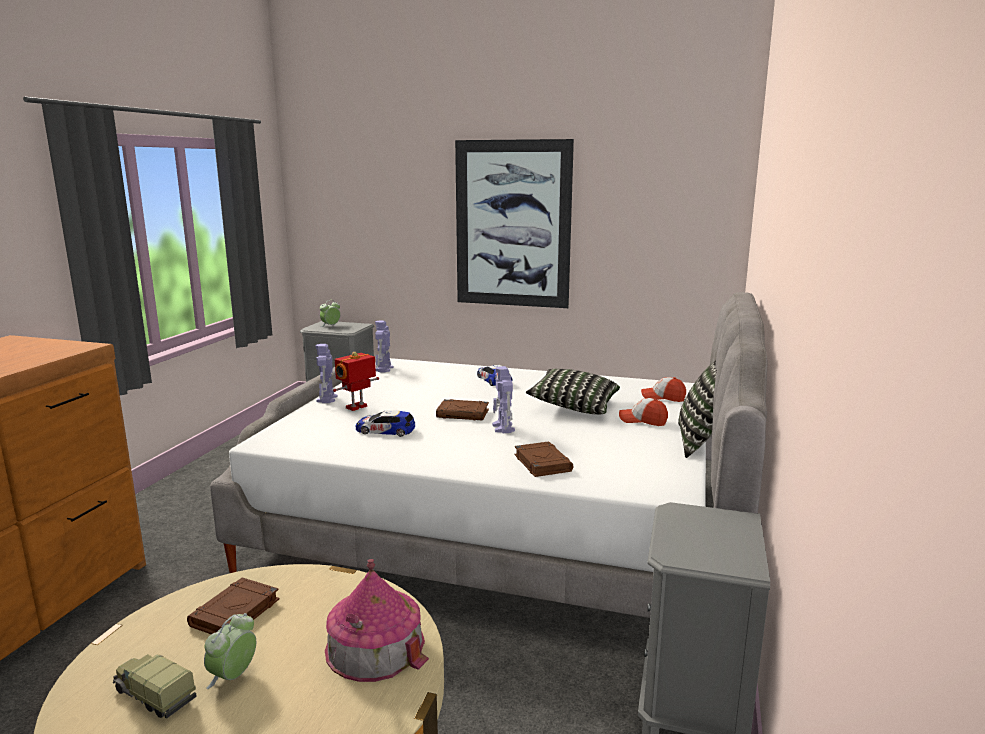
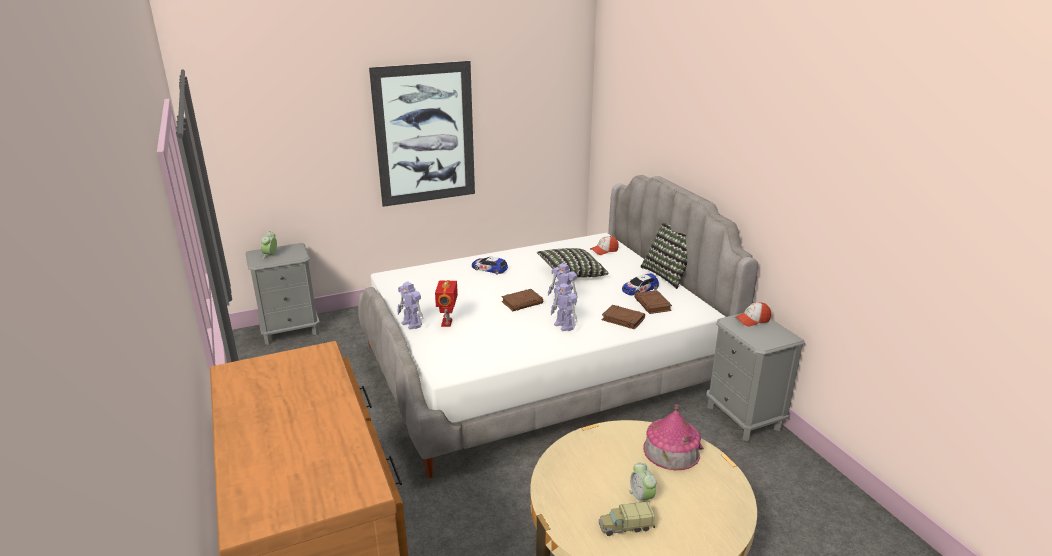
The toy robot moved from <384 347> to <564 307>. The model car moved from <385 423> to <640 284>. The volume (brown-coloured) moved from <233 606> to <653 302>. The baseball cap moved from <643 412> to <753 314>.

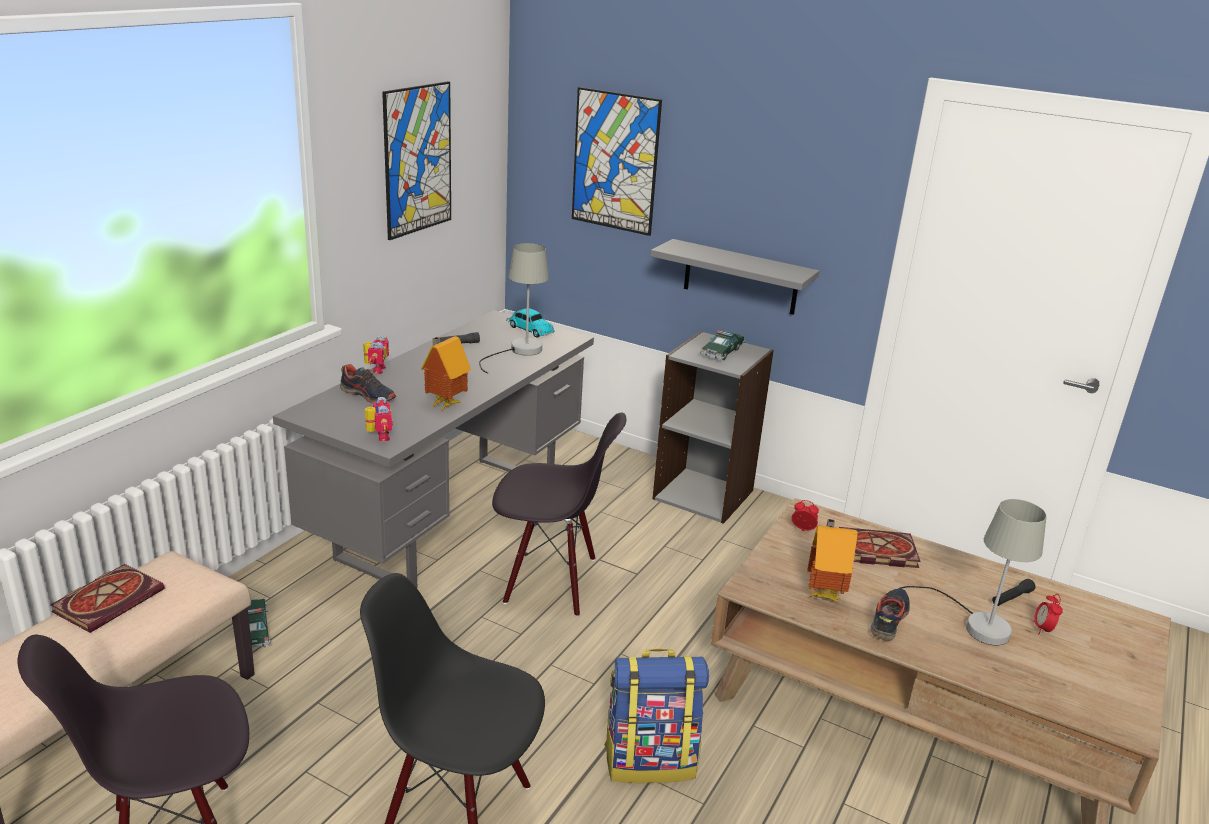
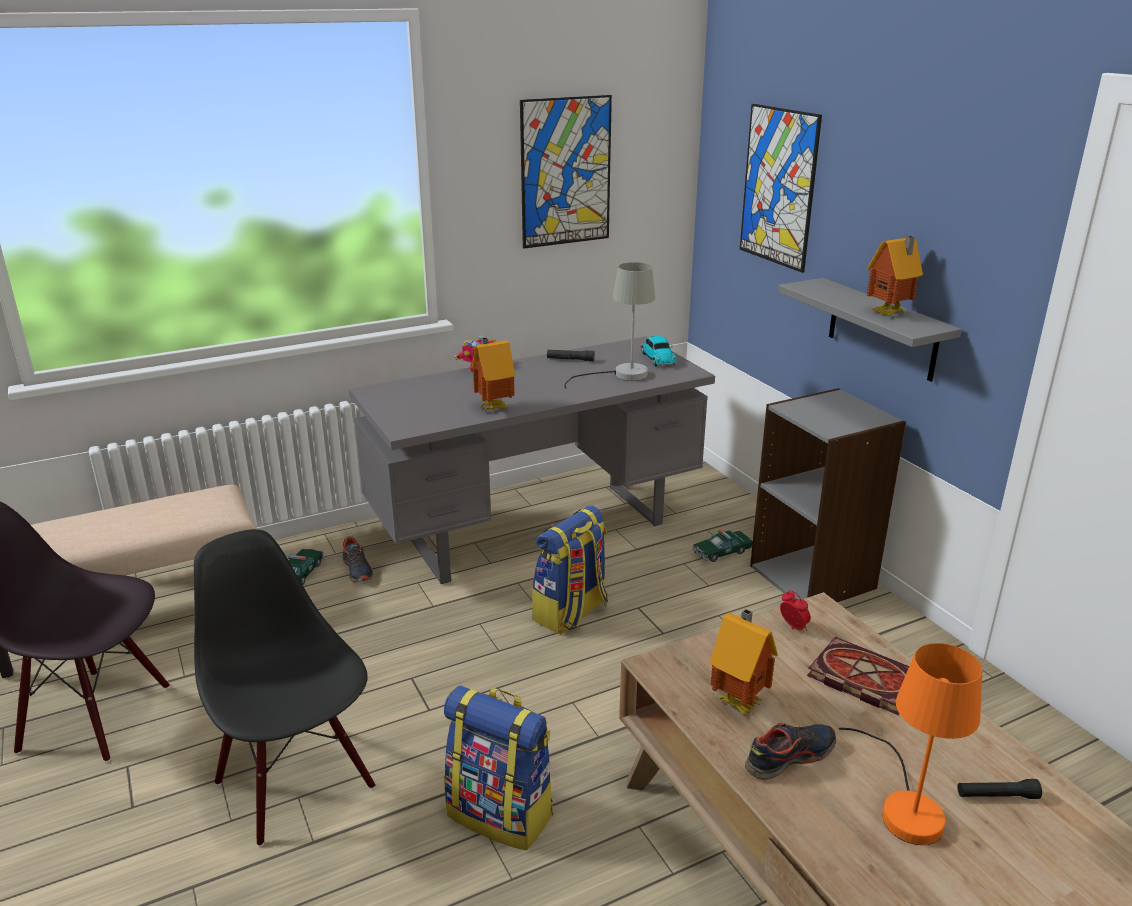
The low shoe moved from <368 384> to <358 560>. The plain chair (black) at <559 515> was replaced by the knapsack at <570 570>. The model car moved from <722 345> to <722 546>. The lamp for a table (gray) at <972 572> became the lamp for a table (orange) at <910 744>. The toy house at <895 276> appeared. The volume at <107 598> disappeared. The toy robot at <379 419> disappeared. The bedside clock at <1048 614> disappeared.

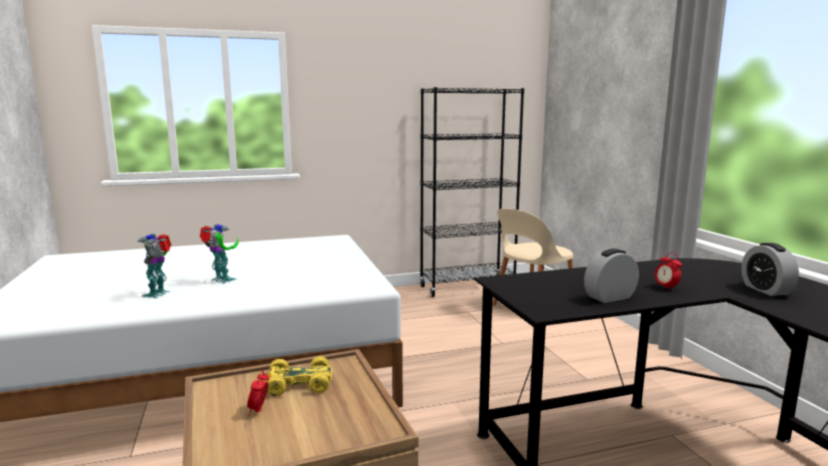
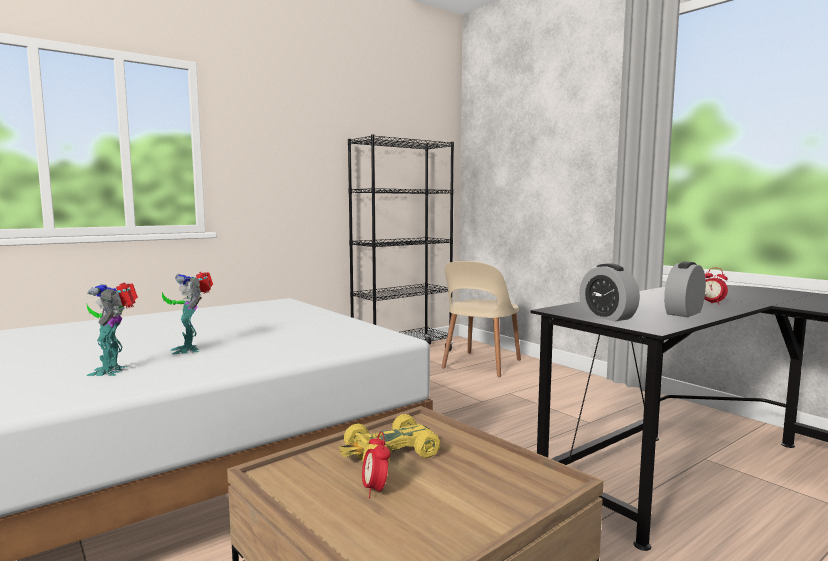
The toy robot at <219 254> turned 135 degrees counterclockwise. The bedside clock moved from <770 269> to <609 292>.

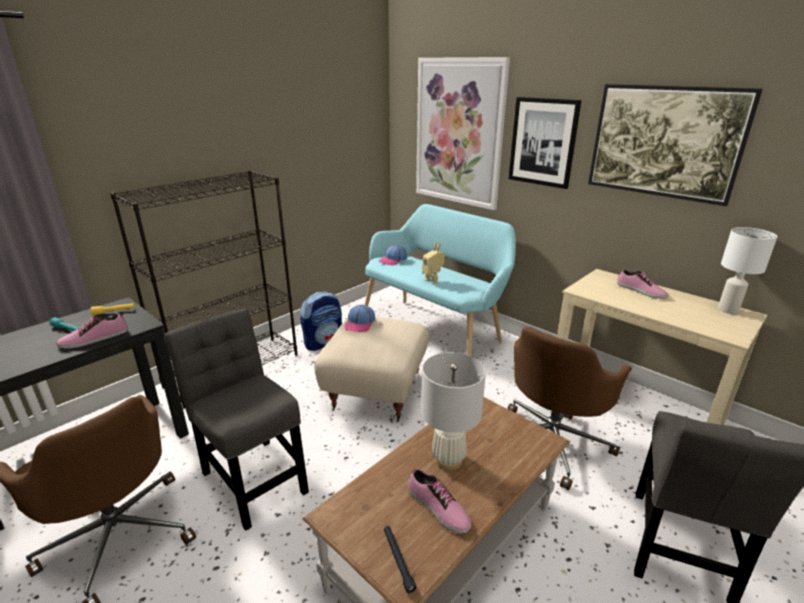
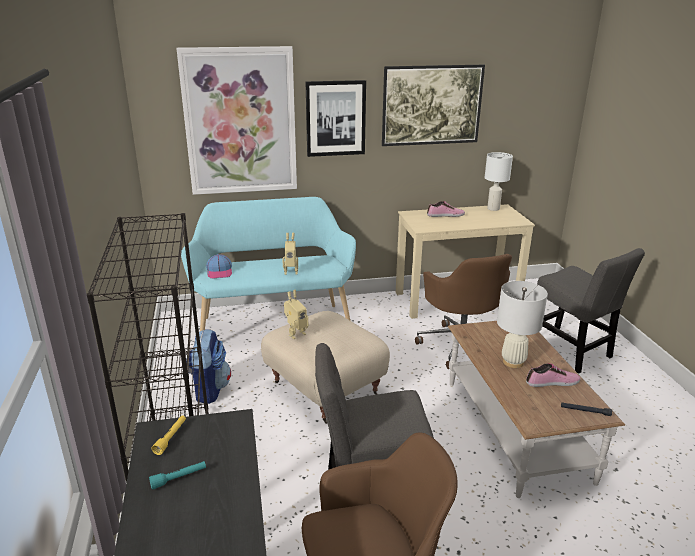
The baseball cap at <359 318> was replaced by the toy robot at <296 314>. The low shoe at <92 331> disappeared.

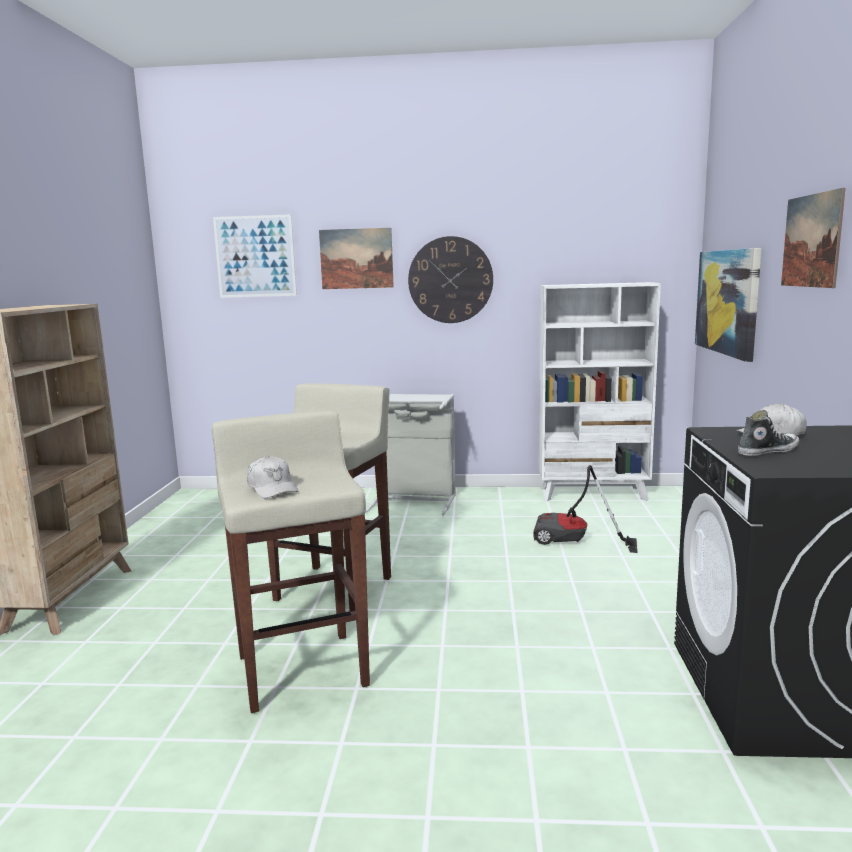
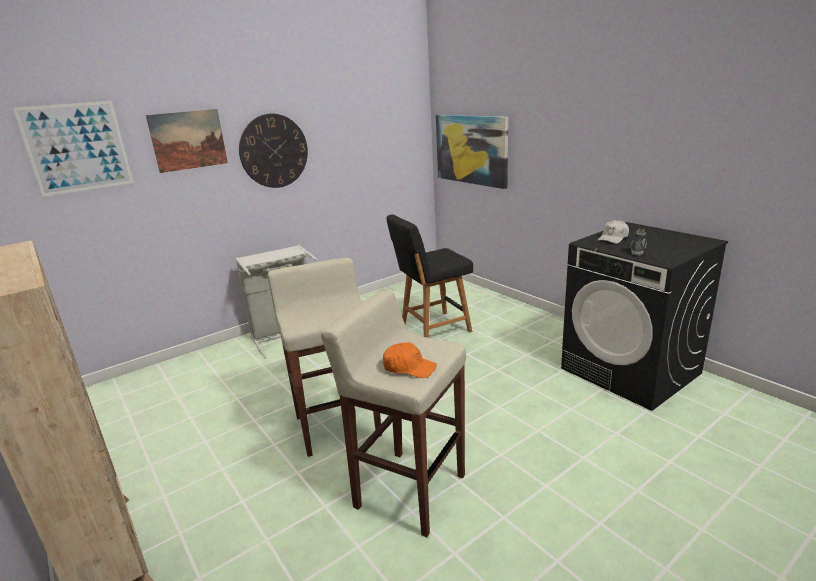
The baseball cap (white) at <272 477> became the baseball cap (orange) at <410 360>. The vacuum cleaner at <586 509> was replaced by the plain chair (black) at <429 276>. The shelving unit (white) at <599 391> disappeared. The wall picture at <813 238> disappeared.

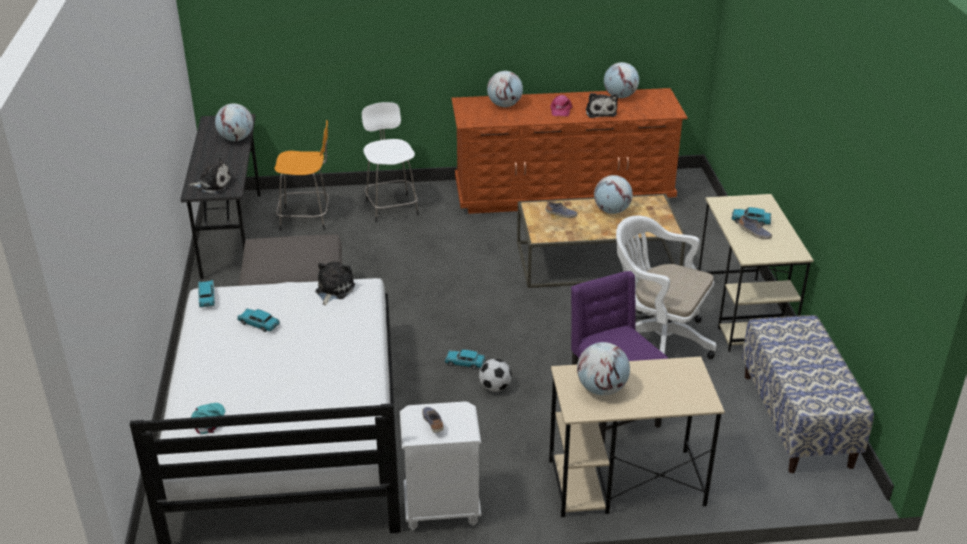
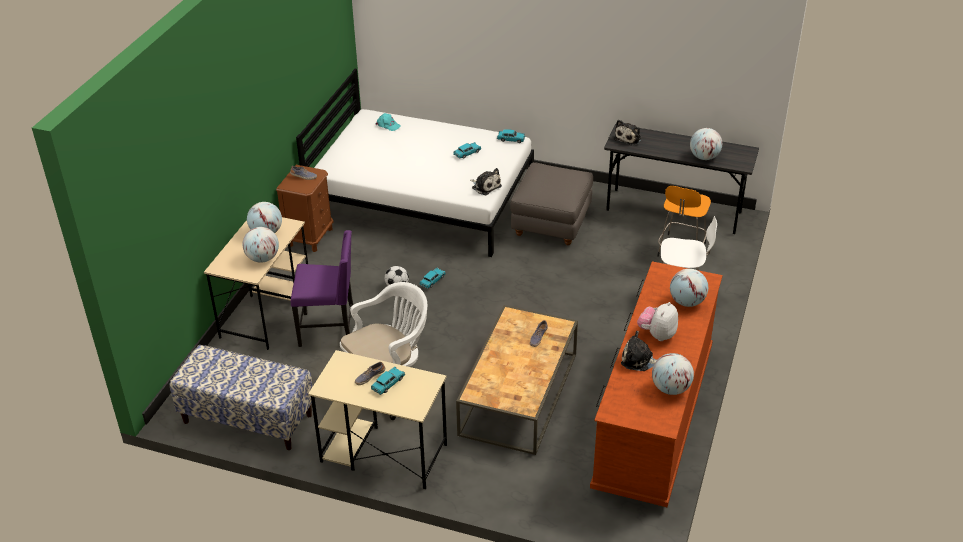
The globe moved from <613 194> to <261 245>. The nightstand (white) at <440 465> became the nightstand (brown-coloured) at <305 208>. The baseball cap (pink-coloured) at <561 105> was replaced by the cuddly toy at <657 321>.

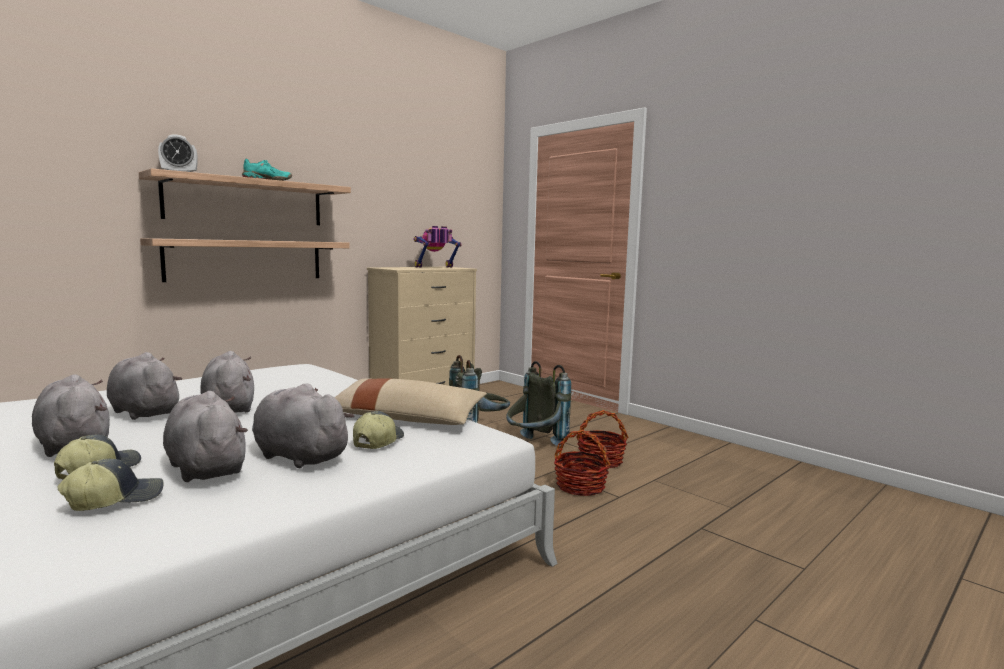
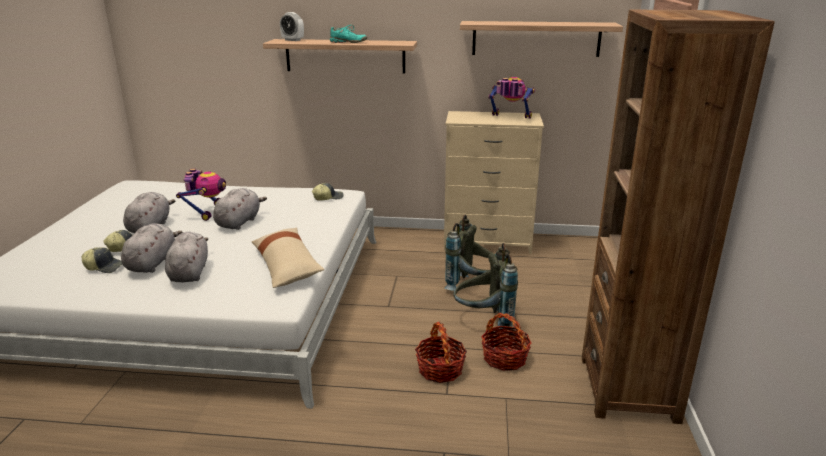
The cuddly toy (gray) at <144 386> was replaced by the toy robot at <201 194>. The baseball cap moved from <378 430> to <327 192>. The bracket shelf moved from <245 260> to <541 39>. The shelving unit (brown-coloured) at <678 216> appeared.

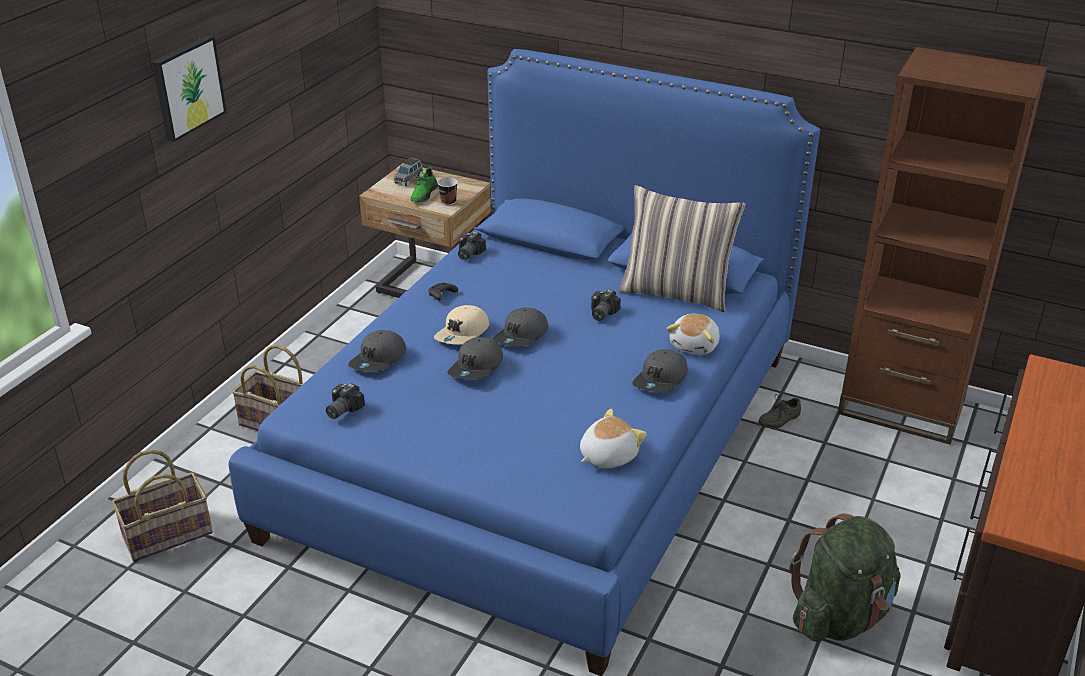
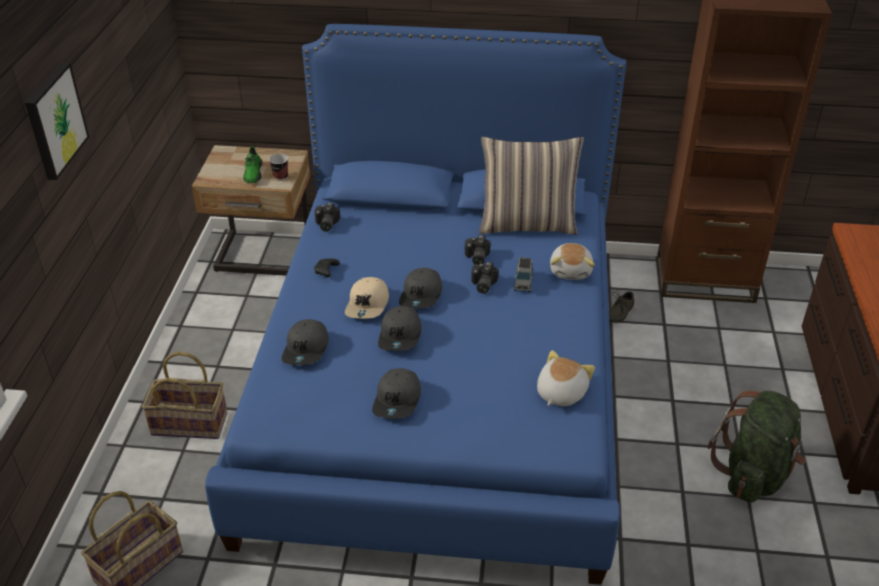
The baseball cap (gray) moved from <660 371> to <396 393>. The photo camera moved from <345 401> to <485 278>. The model car (gray) moved from <408 171> to <523 274>.

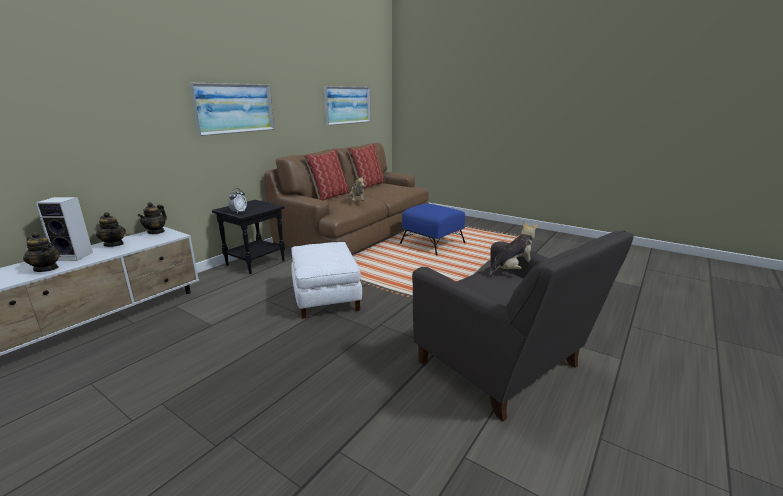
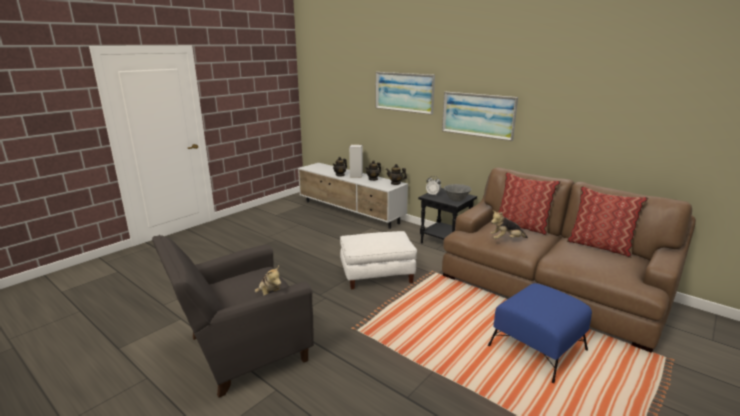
The wall picture moved from <347 106> to <405 93>. The serving bowl (gray) at <458 193> appeared.

